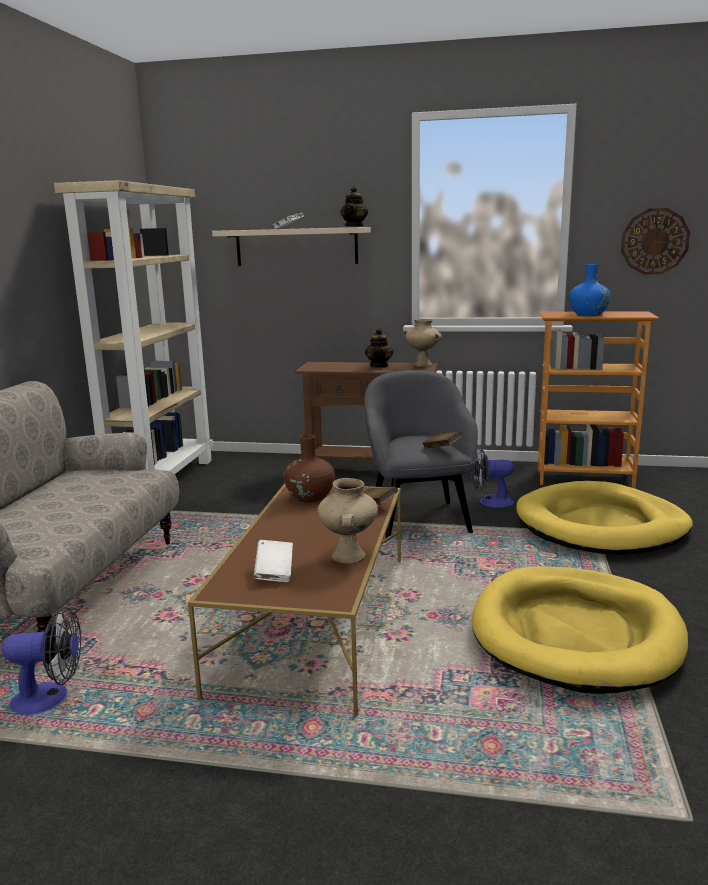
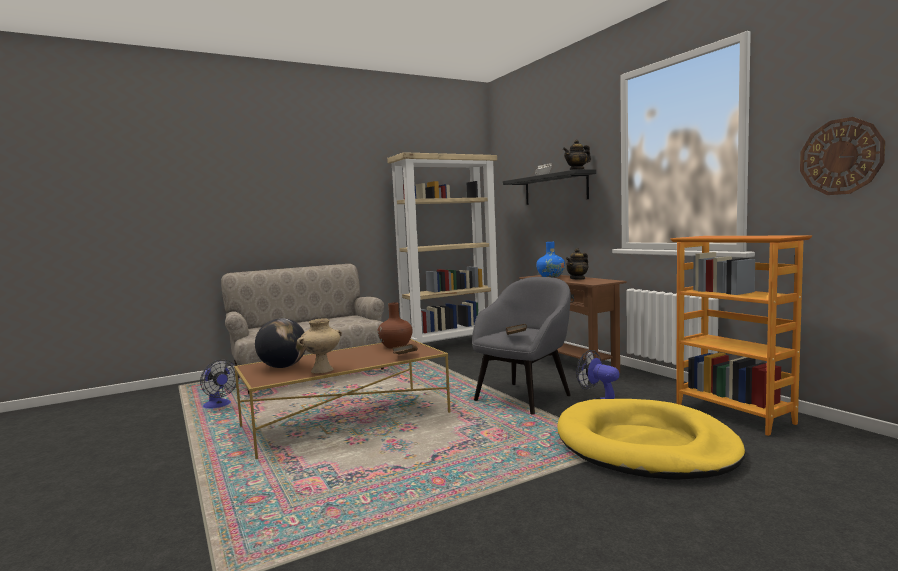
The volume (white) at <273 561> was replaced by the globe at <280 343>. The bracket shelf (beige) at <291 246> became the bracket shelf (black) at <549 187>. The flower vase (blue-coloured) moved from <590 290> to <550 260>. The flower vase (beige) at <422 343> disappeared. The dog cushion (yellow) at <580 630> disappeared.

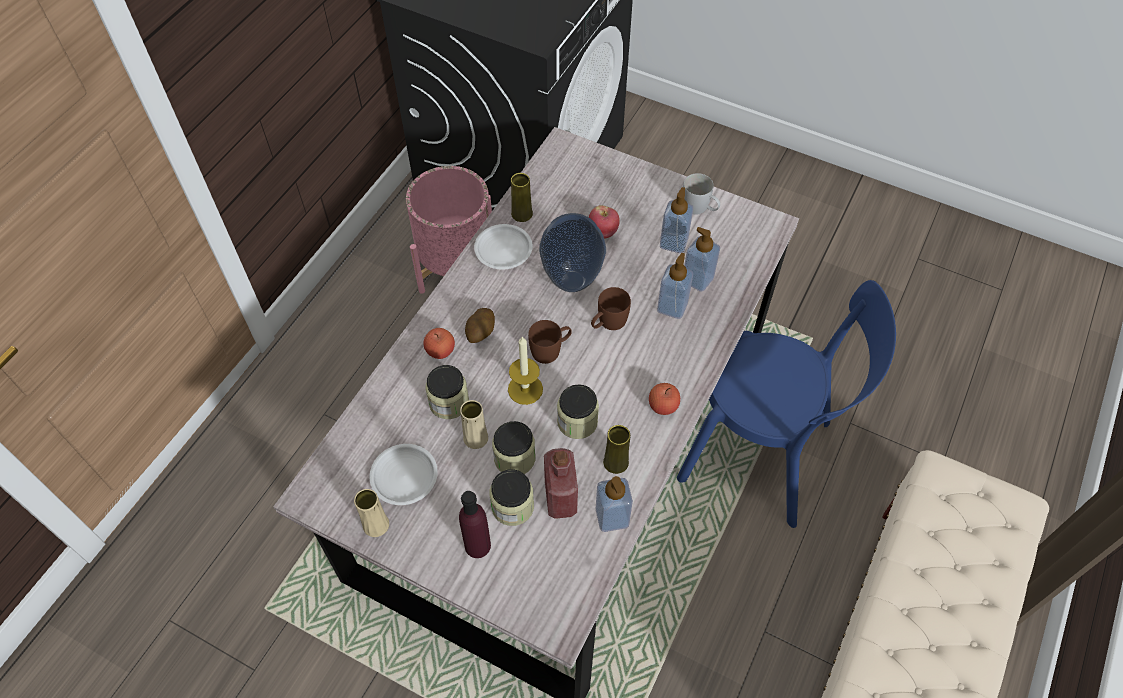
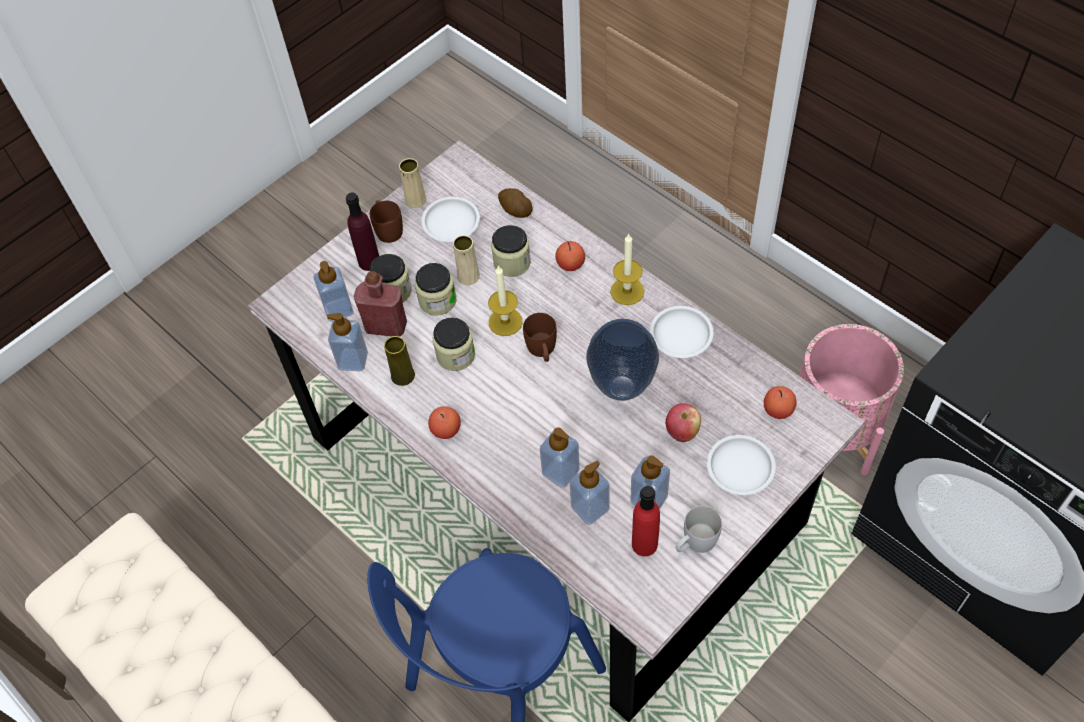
The soap dispenser at <333 291> appeared. The coffee mug (brown-coloured) moved from <611 308> to <386 221>. The whole potato moved from <480 325> to <515 203>. The candle at <627 269> appeared. The bottle (red) at <646 521> appeared. The dinner plate (white) at <741 465> appeared. The whole apple at <780 402> appeared. The flower vase (yellow) at <522 197> disappeared.

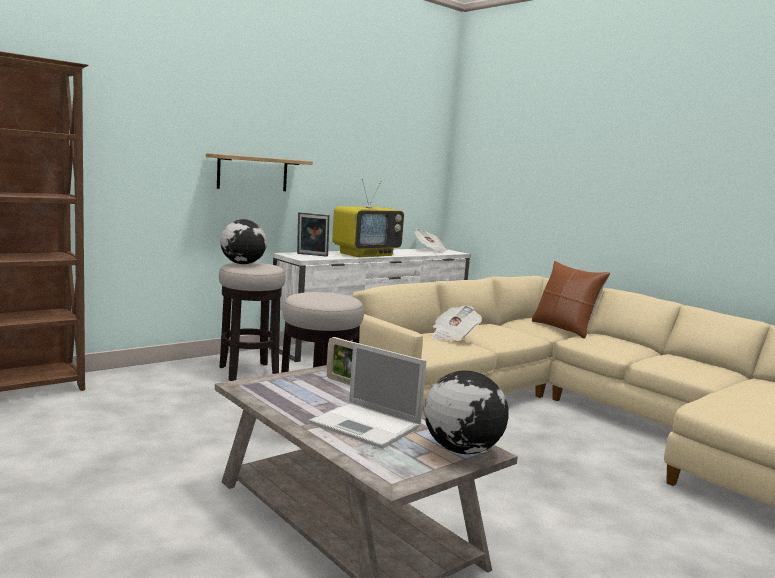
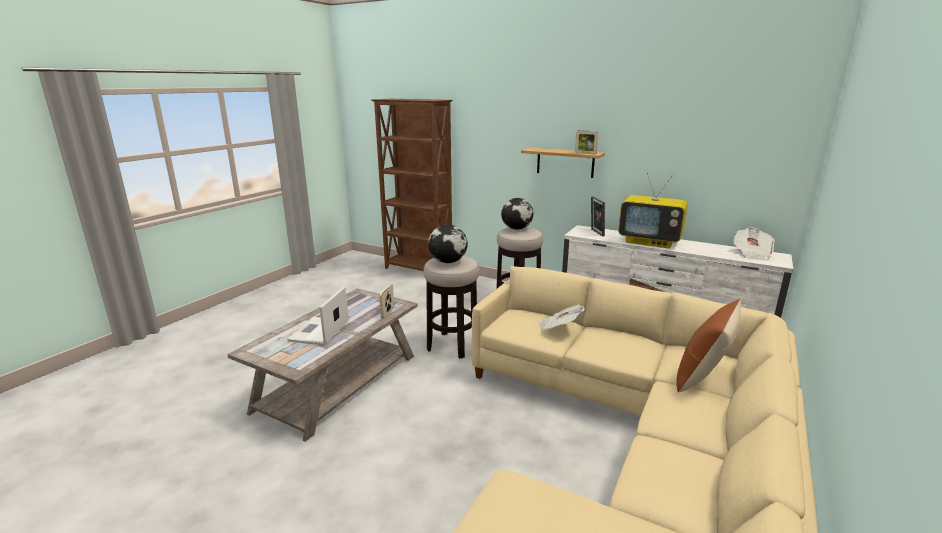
The globe moved from <466 412> to <448 244>. The picture frame at <587 142> appeared.

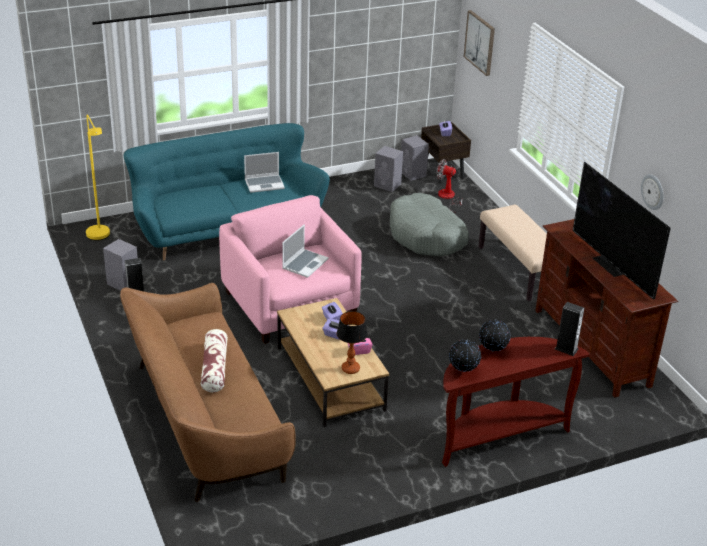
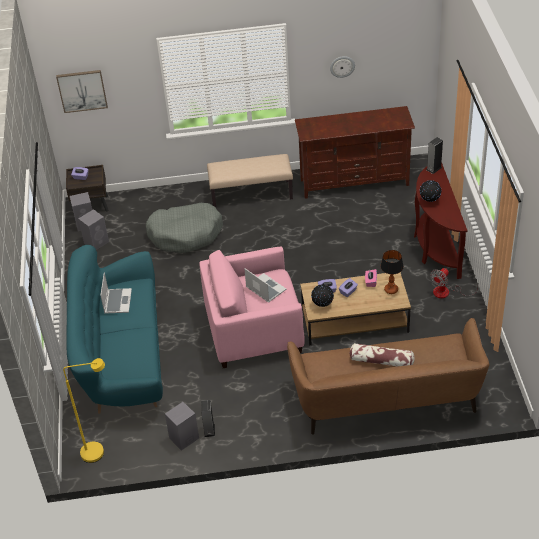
The globe moved from <465 355> to <322 295>. The fan moved from <449 185> to <454 283>. The TV set at <621 231> disappeared.

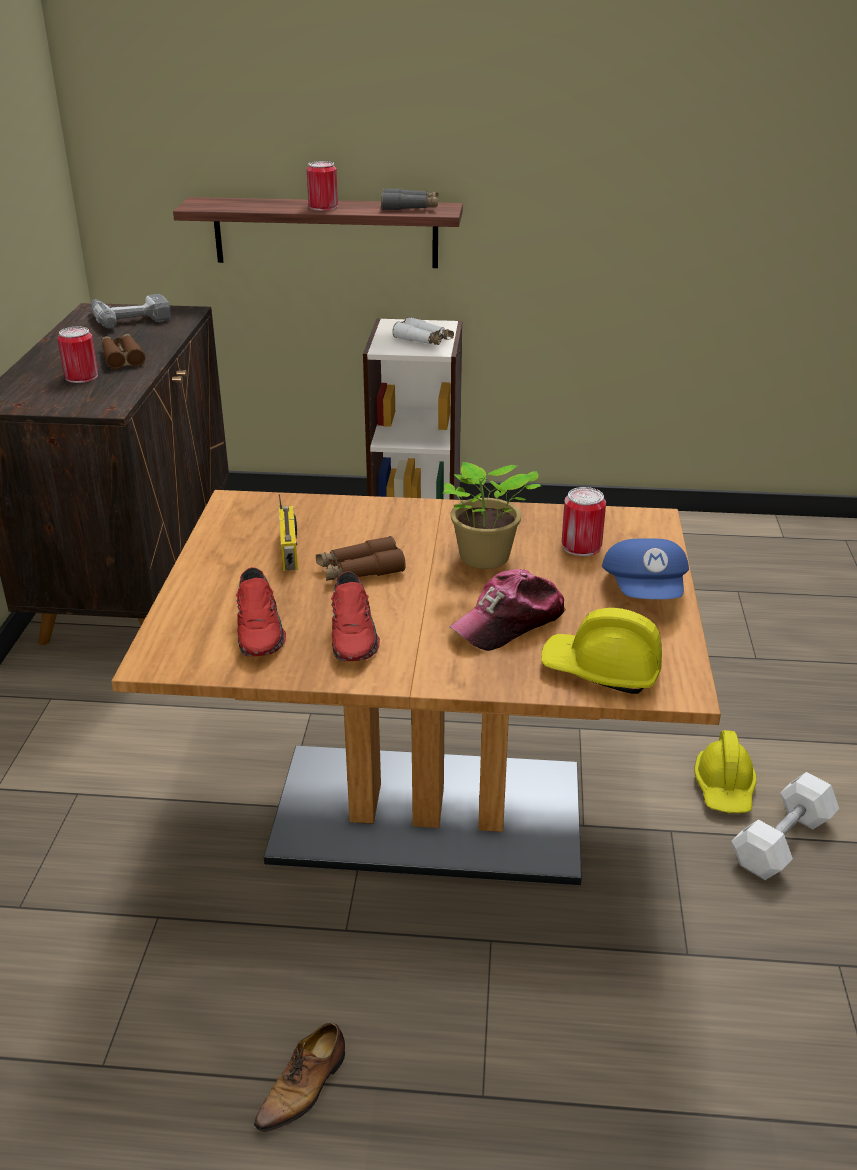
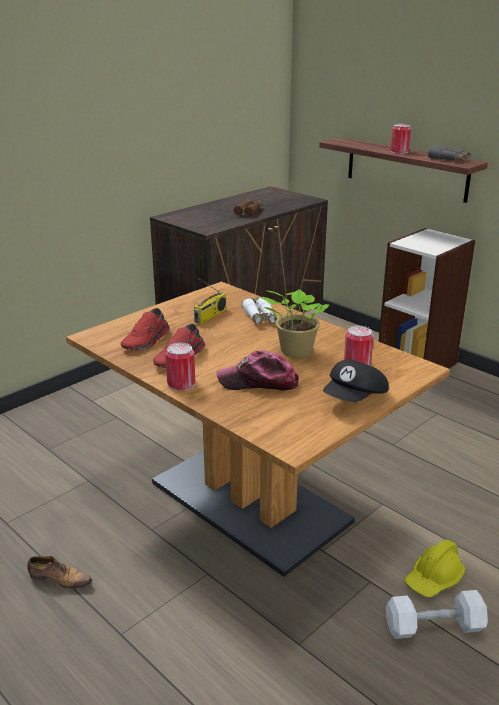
The low shoe at <299 1077> turned 150 degrees counterclockwise. The can moved from <77 355> to <180 367>. The field glasses (white) moved from <423 331> to <259 311>. The baseball cap (blue-coloured) at <645 569> became the baseball cap (black) at <356 381>. The electric drill at <131 311> disappeared. The field glasses (brown-coloured) at <361 558> disappeared. The work helmet (yellow) at <601 651> disappeared.

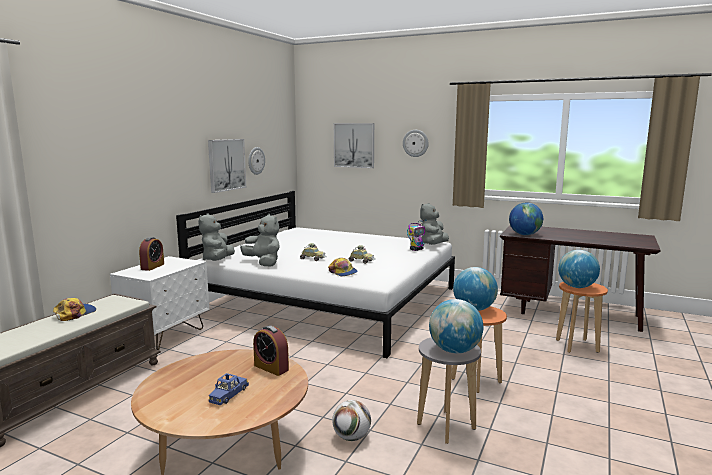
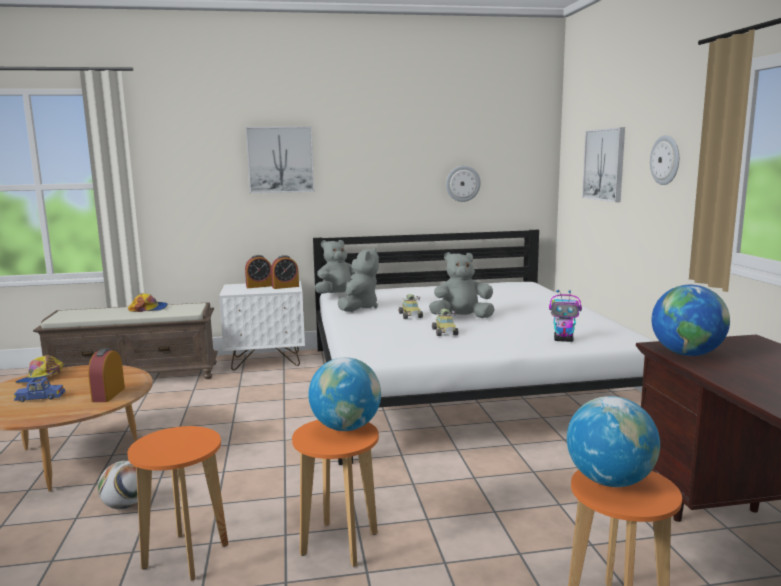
The baseball cap moved from <343 267> to <39 369>. The stool (gray) at <449 390> became the stool (orange) at <177 503>. The wall picture moved from <227 166> to <280 159>. The bedside clock at <285 272> appeared. The cuddly toy (gray) moved from <434 224> to <462 285>. The globe at <456 326> disappeared.

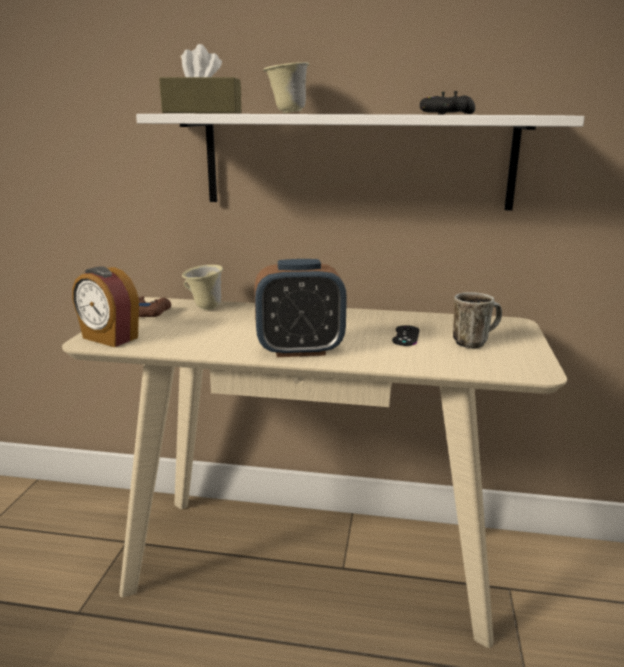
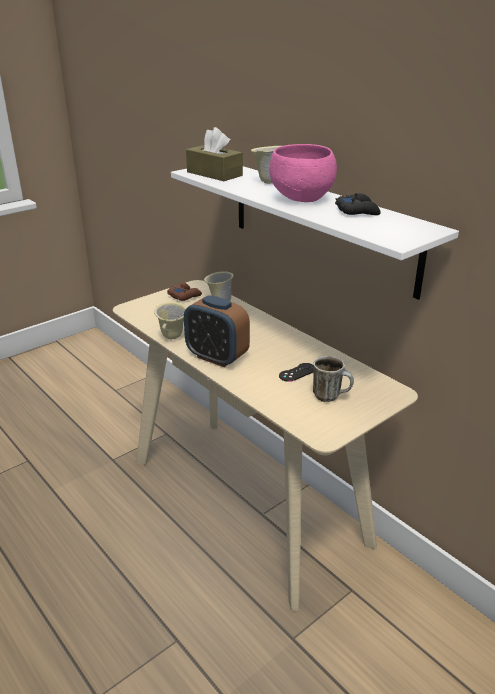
The coffee mug (beige) at <170 320> appeared. The serving bowl (pink-coloured) at <303 173> appeared. The bedside clock at <105 307> disappeared.

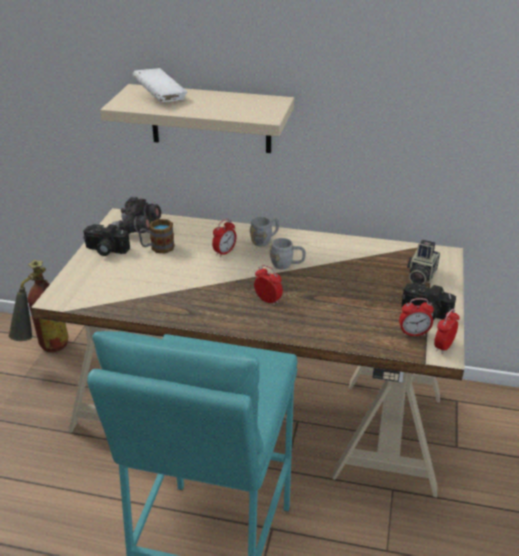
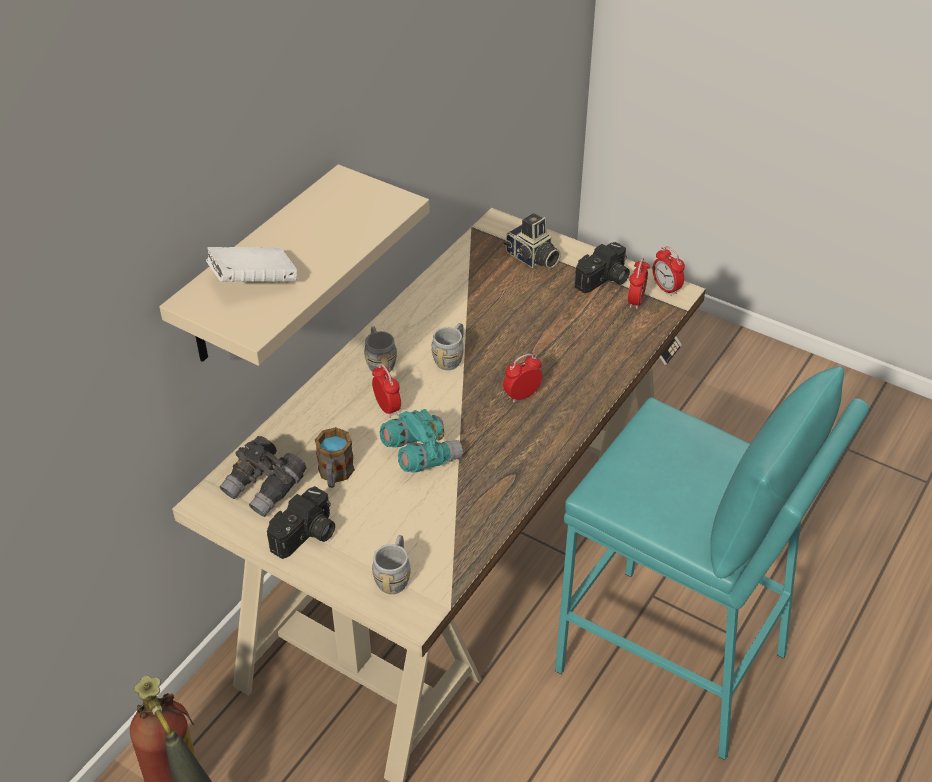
The coffee mug (gray) at <391 564> appeared. The field glasses (turquoise-coloured) at <421 441> appeared.

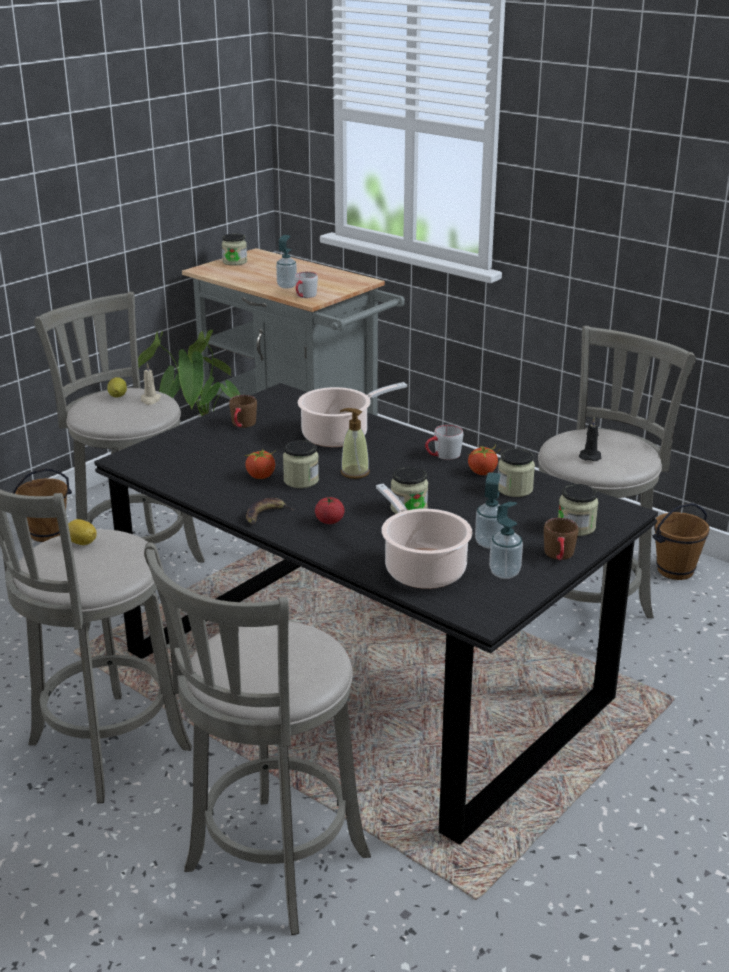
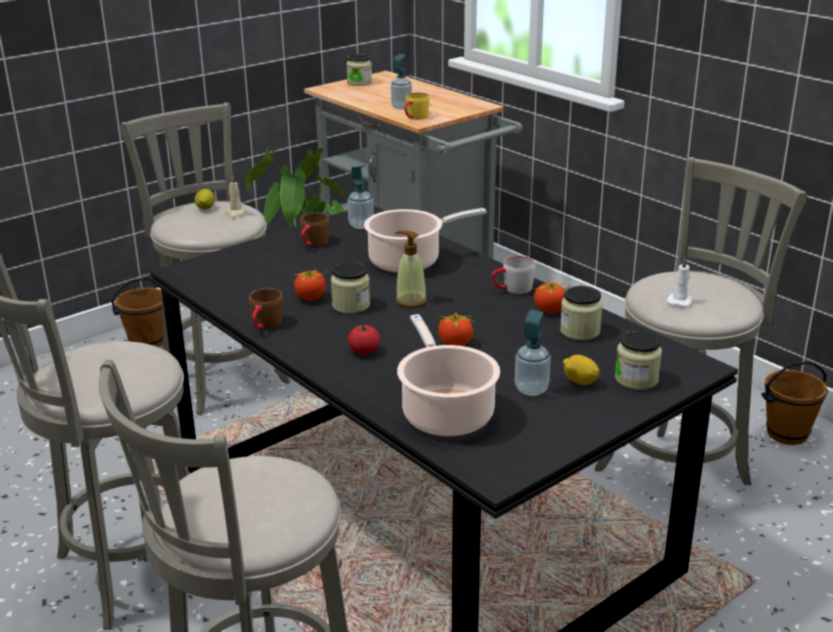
The coffee mug (brown-coloured) moved from <561 539> to <266 308>. The soap dispenser moved from <506 540> to <361 197>. The coffee mug (gray) at <306 285> became the coffee mug (yellow) at <417 106>. The preserve jar at <409 490> was replaced by the whole tomato at <456 329>. The citrus fruit moved from <82 532> to <581 370>. The candle (black) at <590 439> became the candle (white) at <680 282>. The whole banana at <270 511> disappeared.

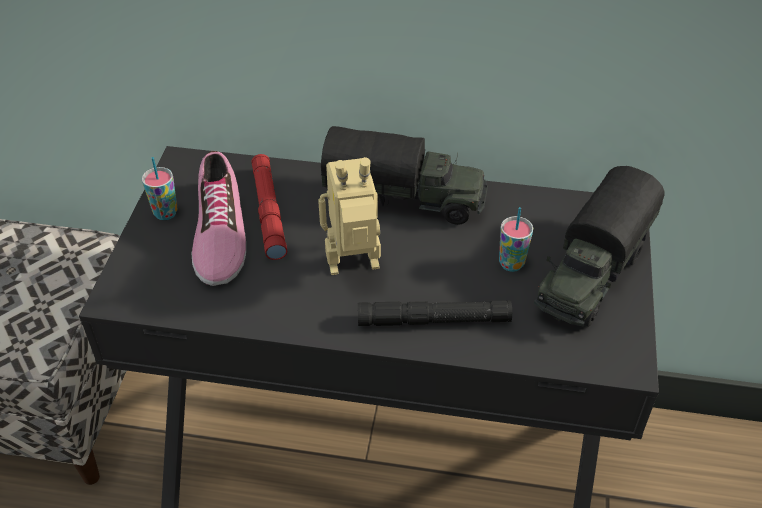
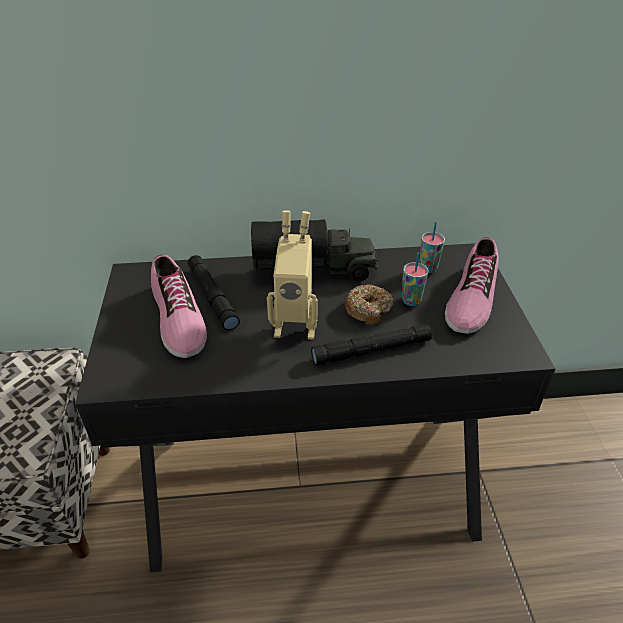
The flashlight (red) at <269 207> became the flashlight (black) at <214 292>. The toy robot at <349 216> turned 150 degrees counterclockwise. The donut at <369 304> appeared. The cup moved from <159 188> to <432 247>. The toy lorry at <599 246> was replaced by the low shoe at <471 285>.

